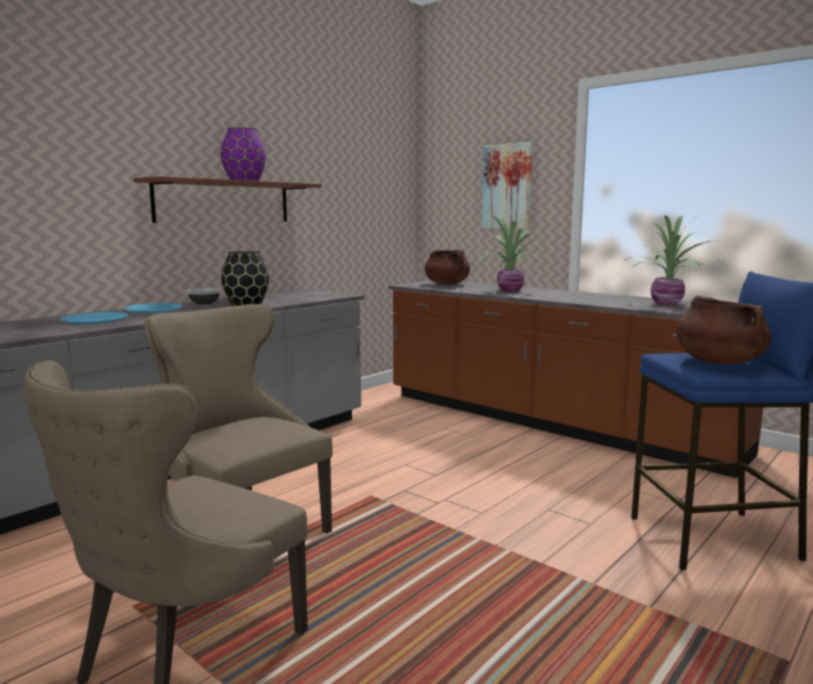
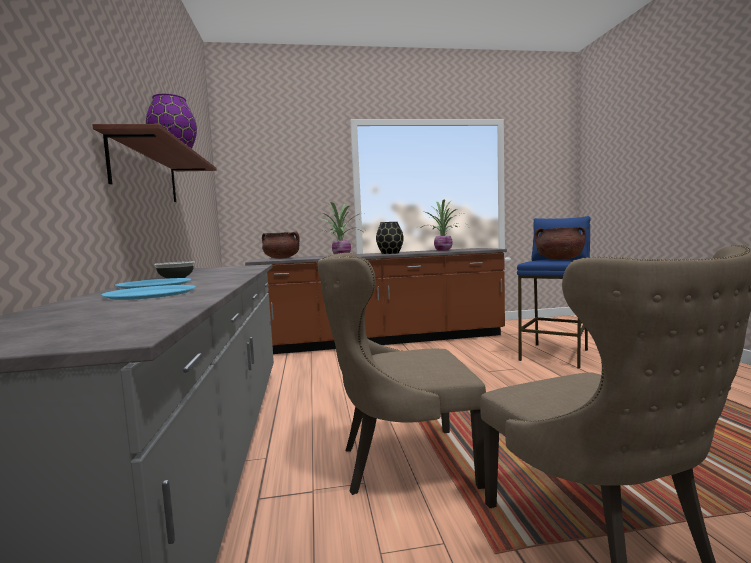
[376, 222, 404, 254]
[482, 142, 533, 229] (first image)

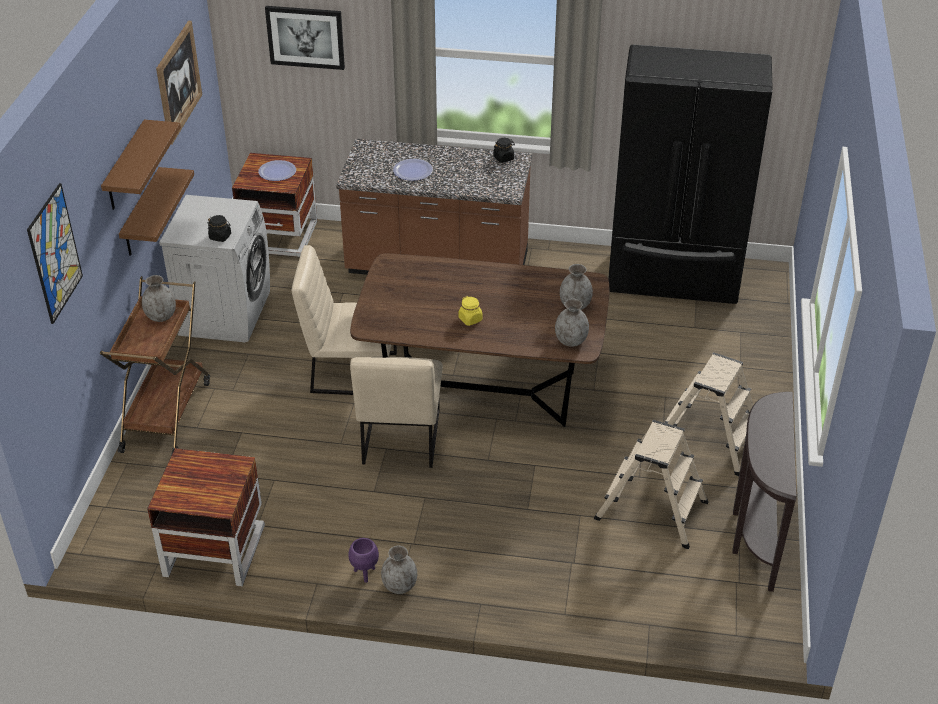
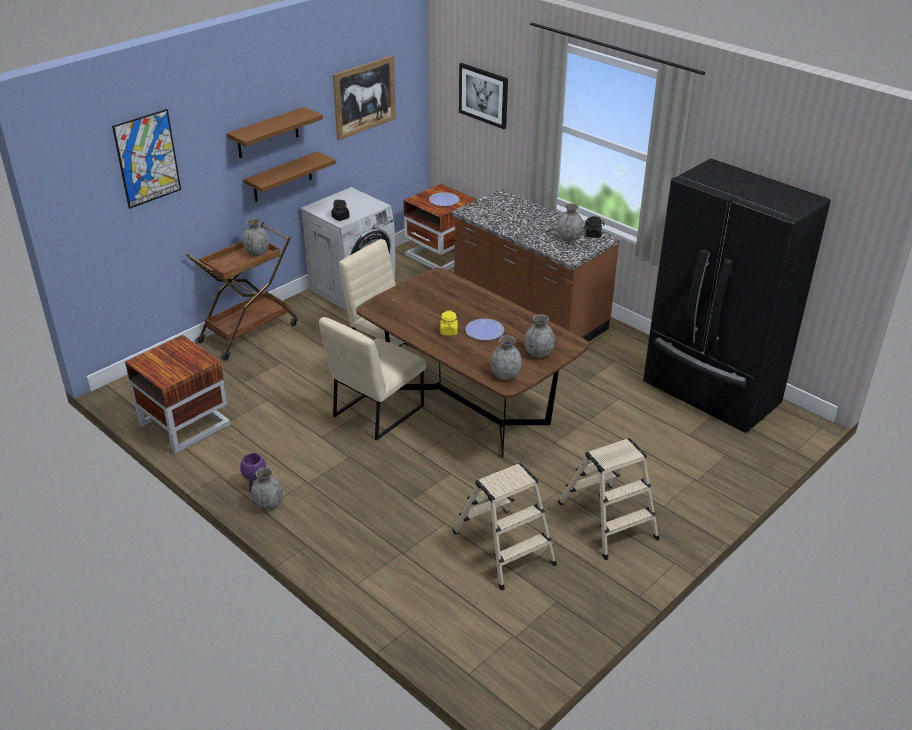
[465, 319, 504, 340]
[557, 203, 583, 242]
[732, 392, 796, 592] (first image)

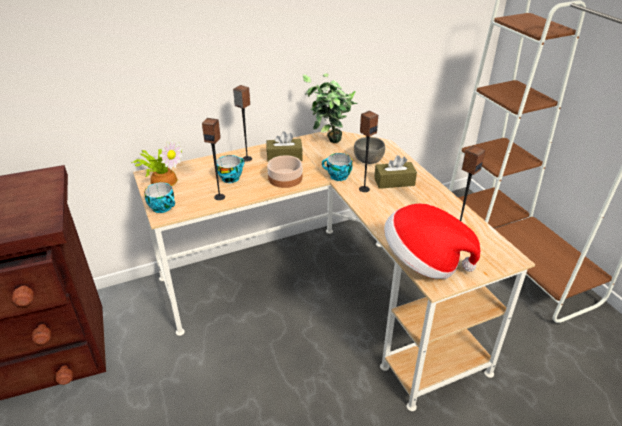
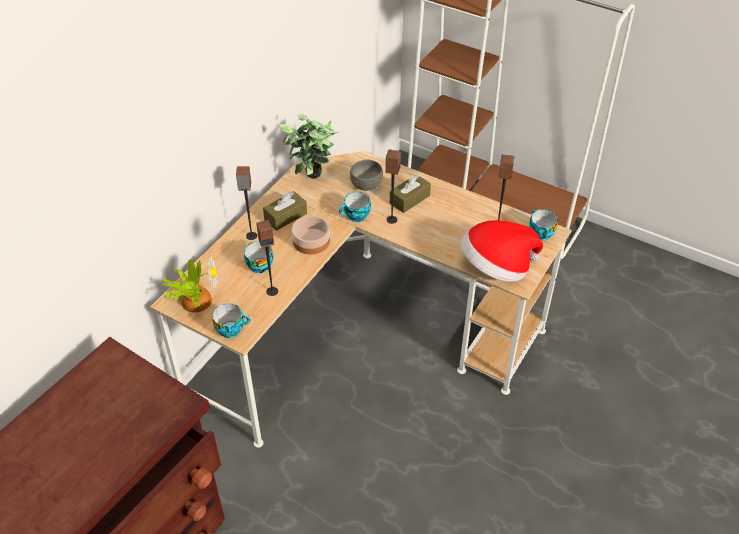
[529, 209, 558, 241]

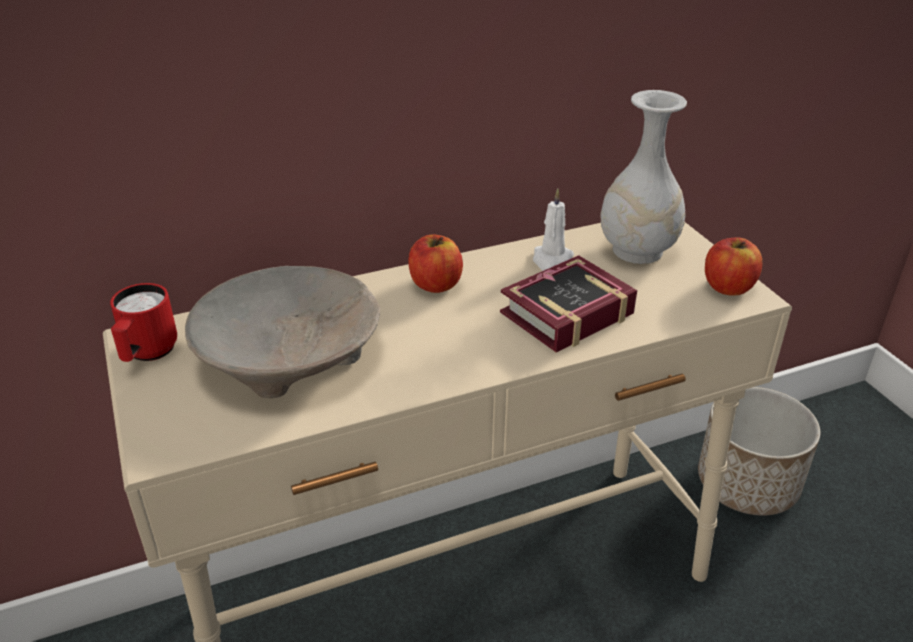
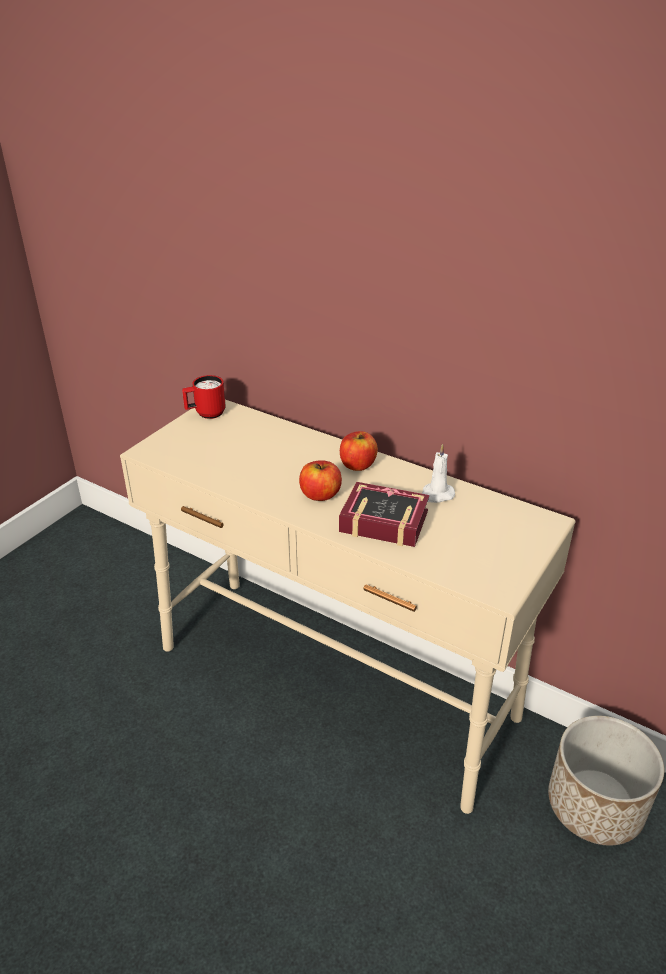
[299, 460, 342, 501]
[185, 266, 380, 398] (first image)
[601, 90, 687, 264] (first image)

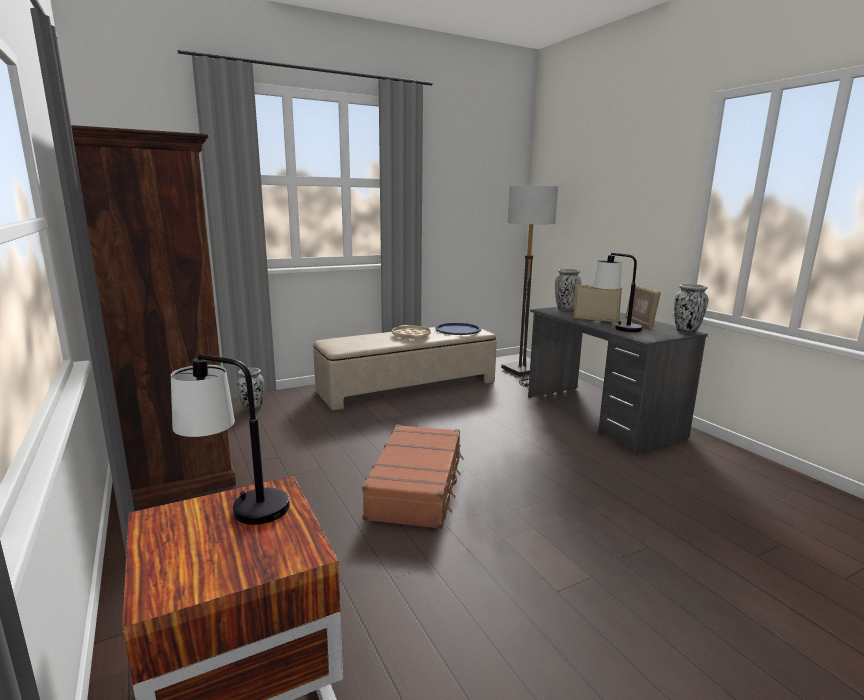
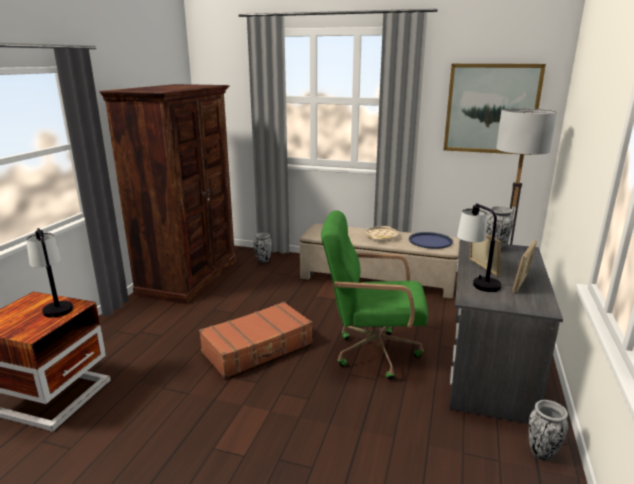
[321, 210, 428, 380]
[444, 64, 546, 155]
[529, 400, 568, 461]

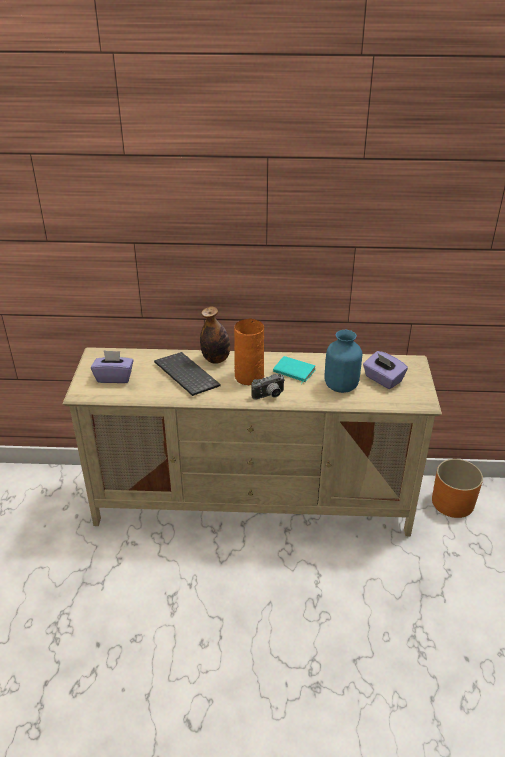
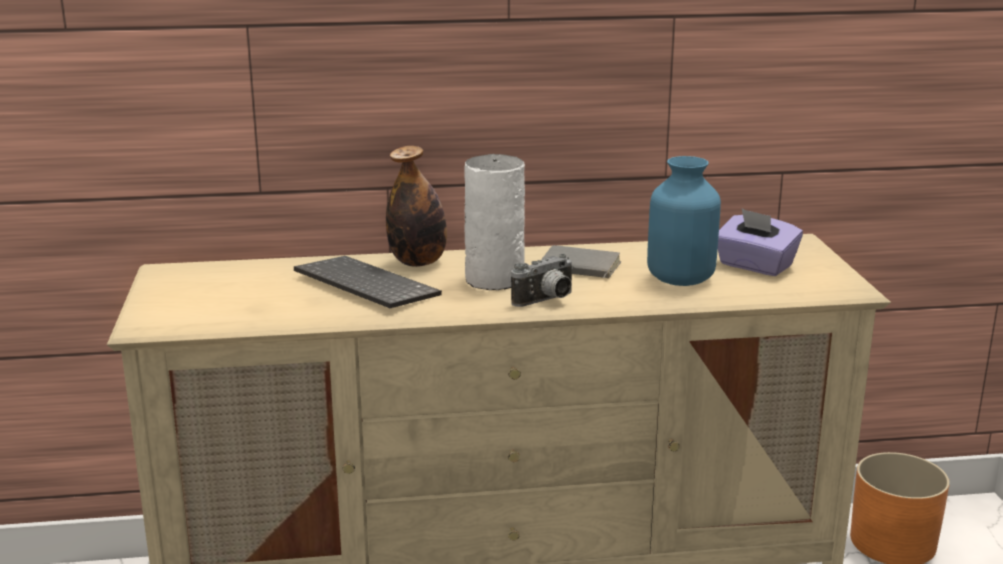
[464, 154, 525, 290]
[540, 245, 621, 278]
[91, 350, 134, 383] (first image)

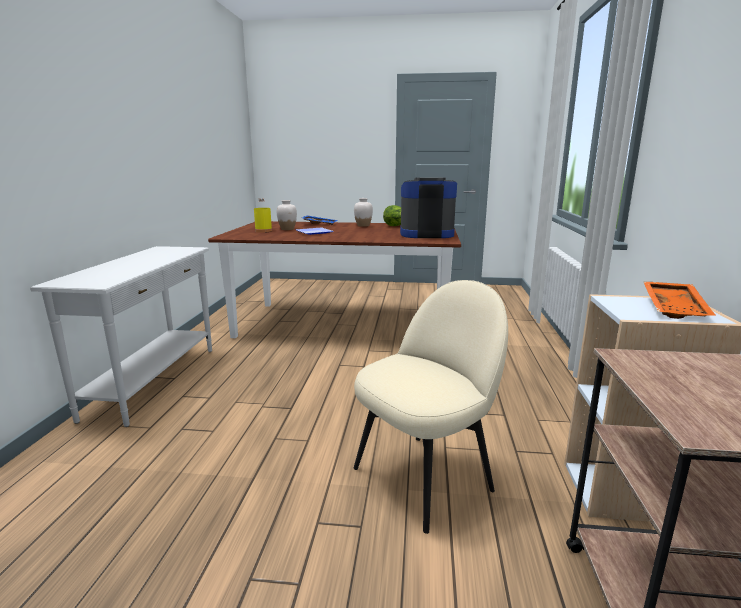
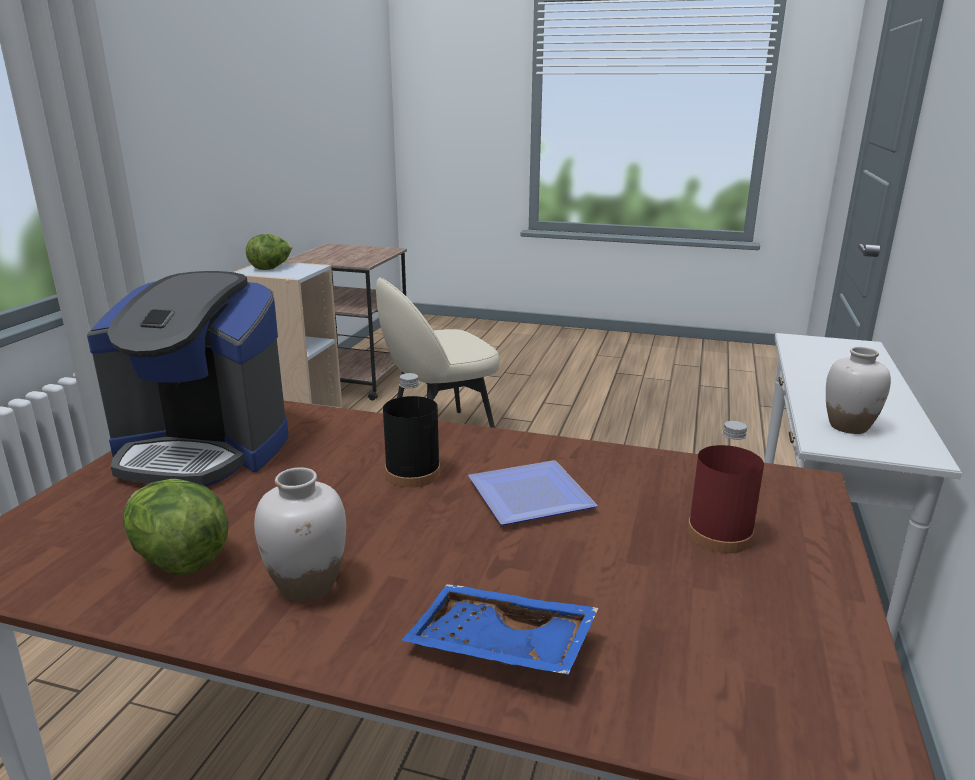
[246, 234, 292, 270]
[383, 373, 440, 488]
[687, 421, 764, 553]
[826, 347, 891, 434]

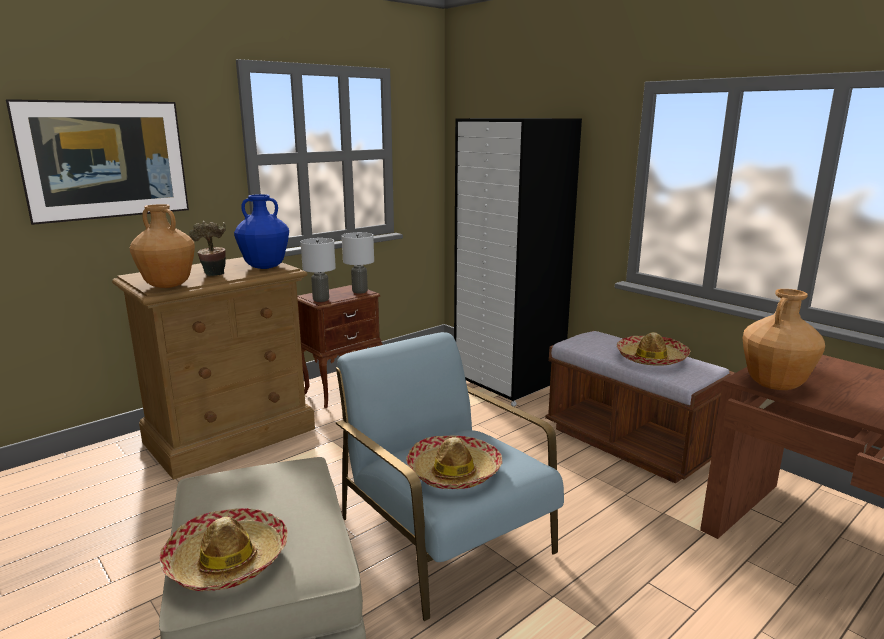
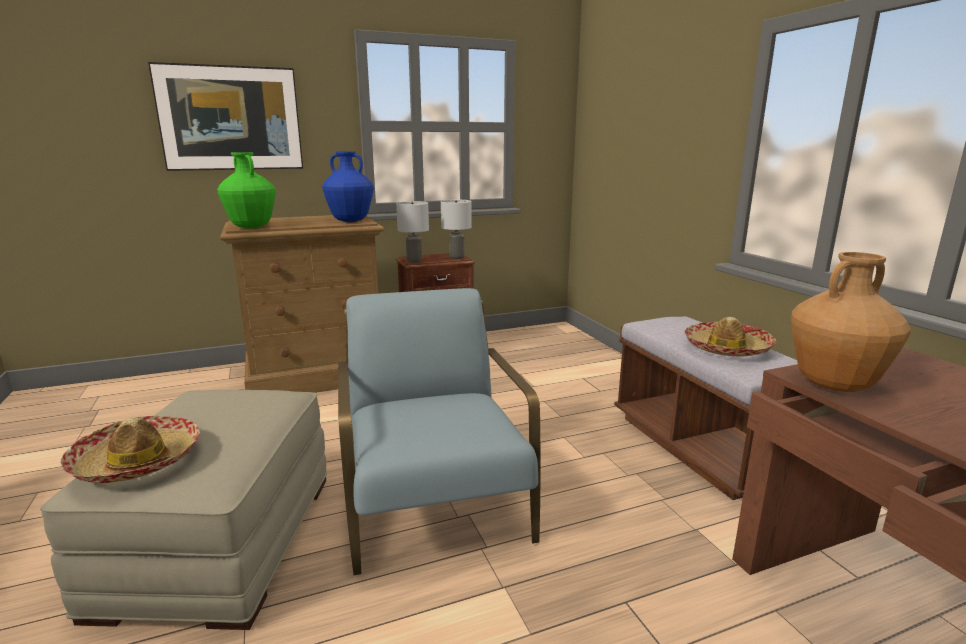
[217, 152, 276, 229]
[189, 221, 226, 276] (first image)
[406, 435, 503, 489] (first image)
[454, 118, 582, 407] (first image)

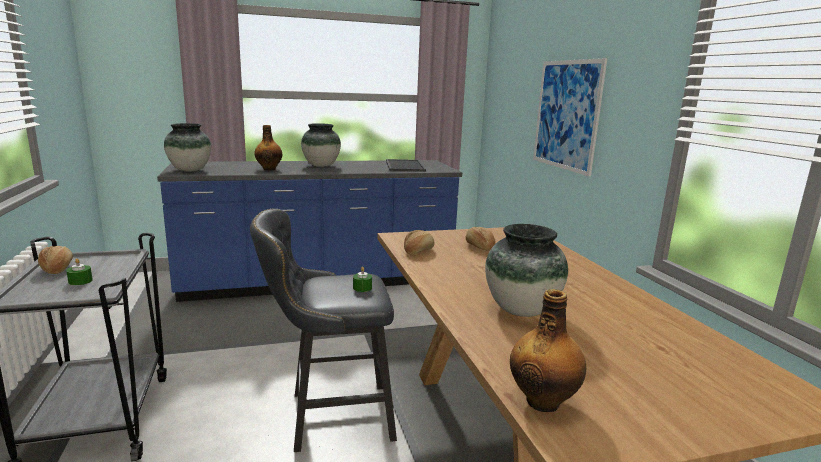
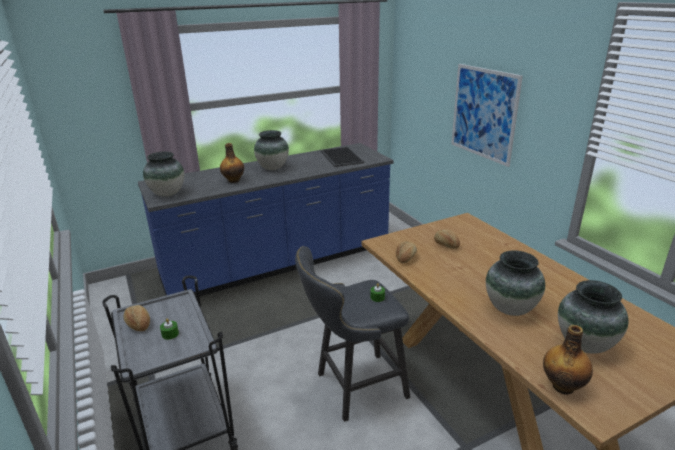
[558, 280, 628, 354]

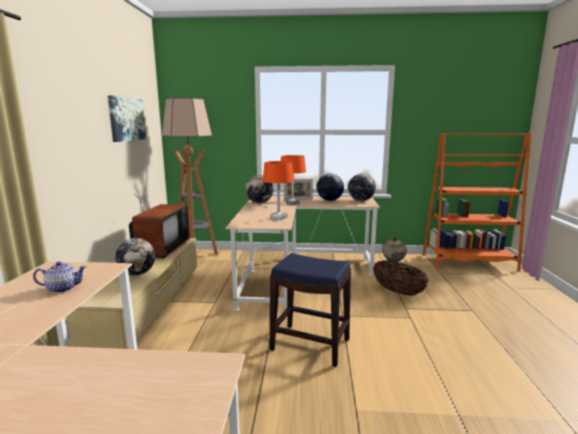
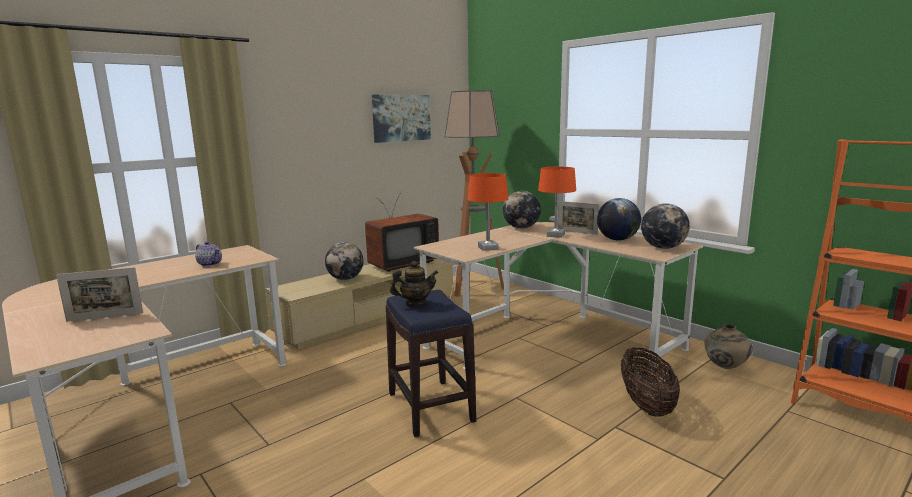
[56, 267, 143, 322]
[390, 261, 438, 306]

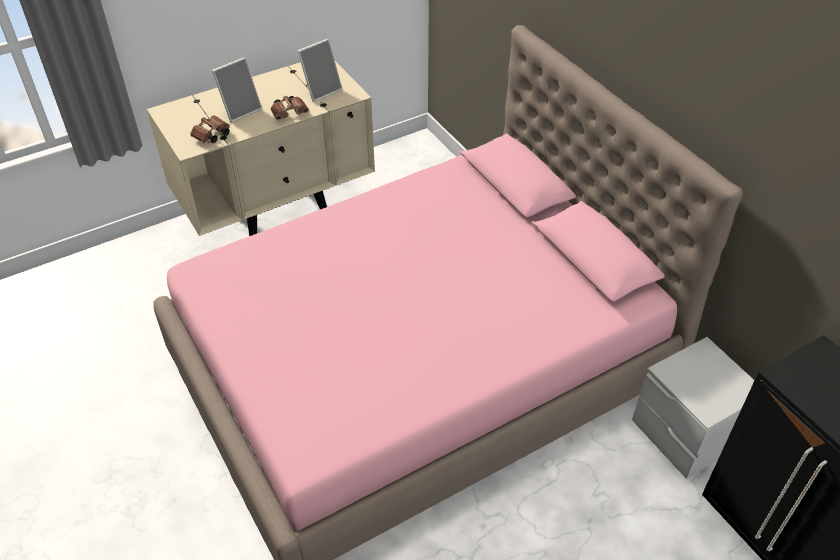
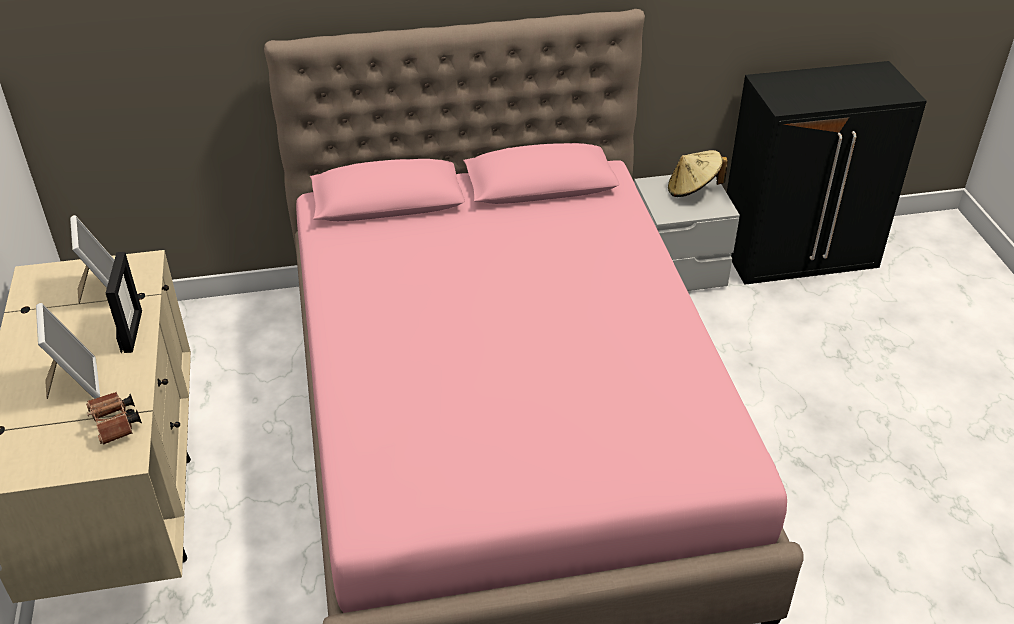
[106, 252, 142, 353]
[668, 150, 728, 197]

